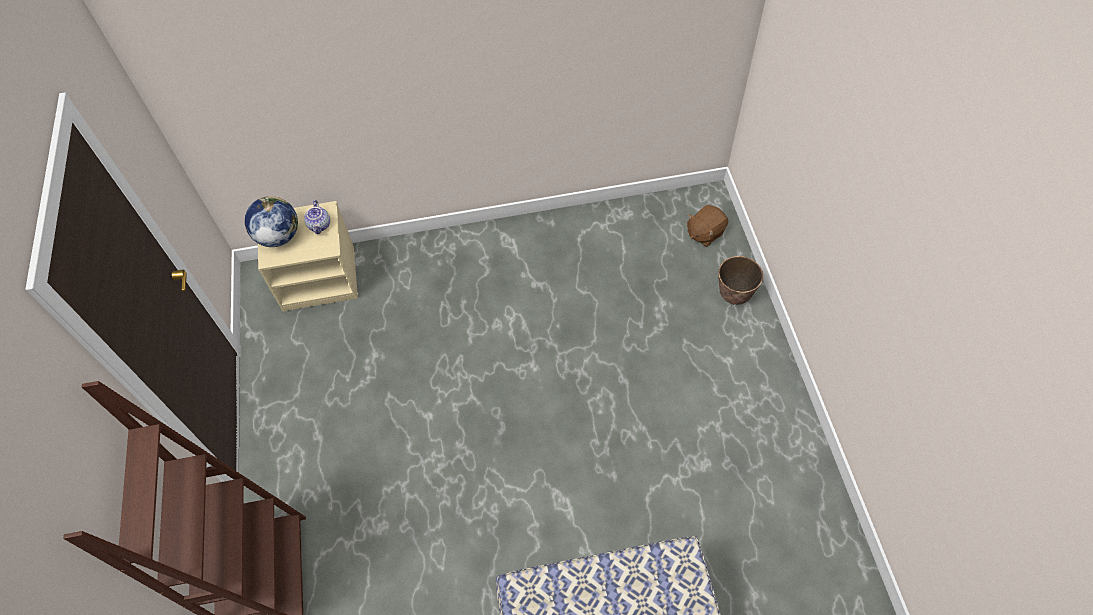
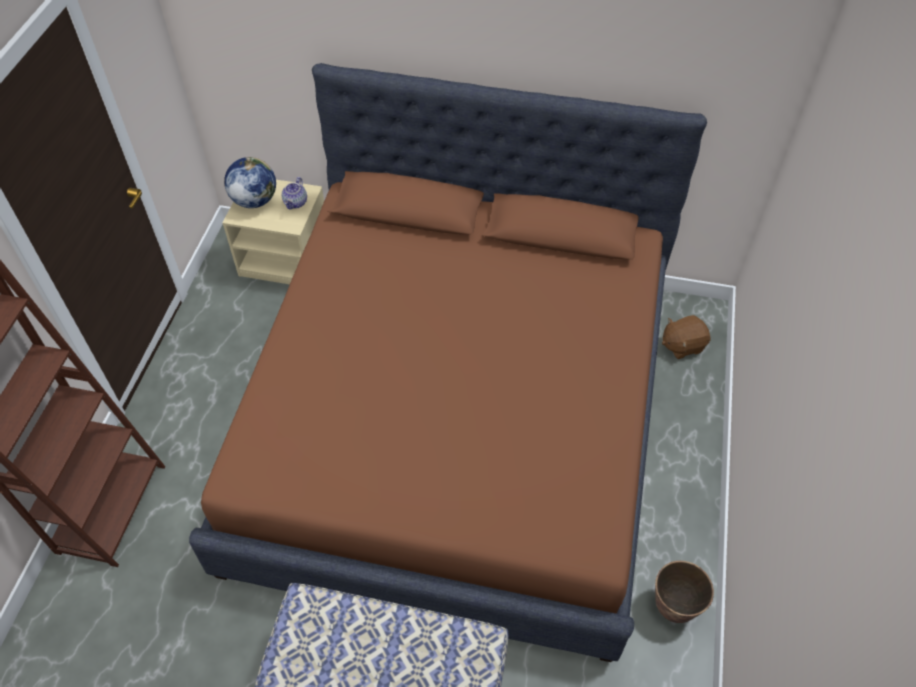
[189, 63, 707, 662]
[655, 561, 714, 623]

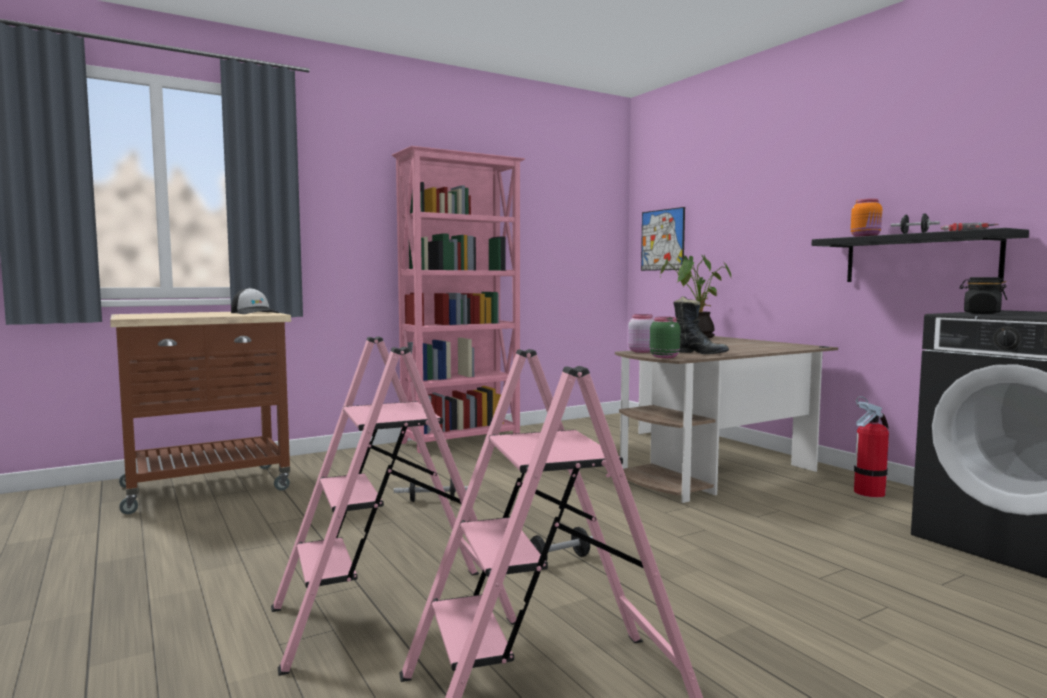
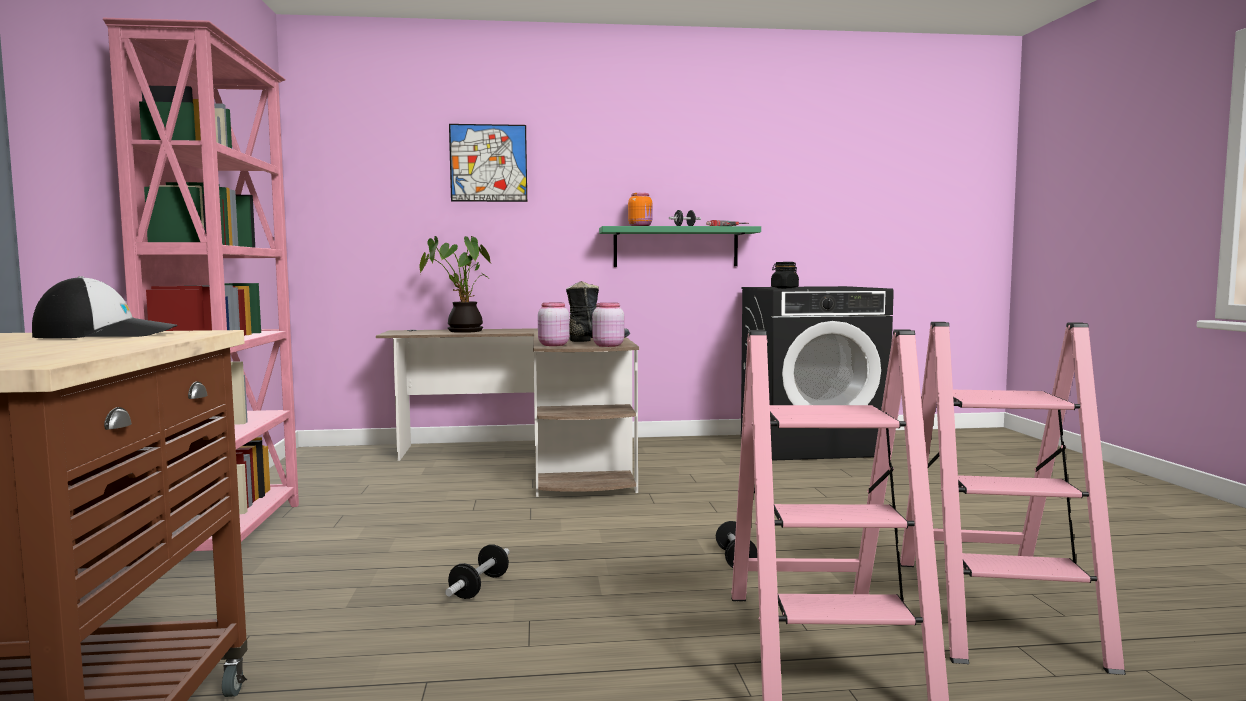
[449, 124, 527, 202]
[592, 303, 624, 347]
[599, 226, 761, 267]
[854, 396, 889, 497] (first image)

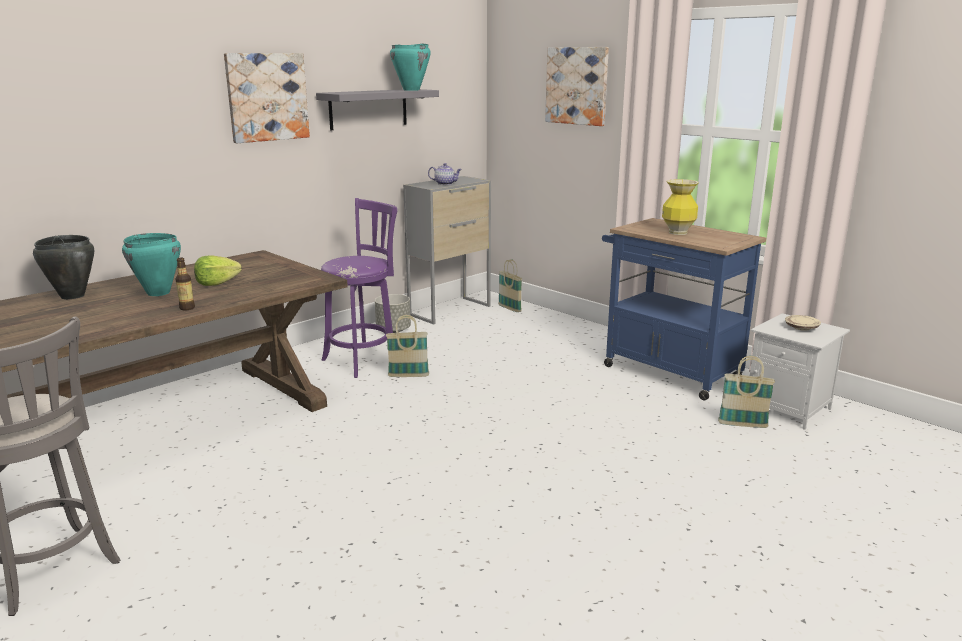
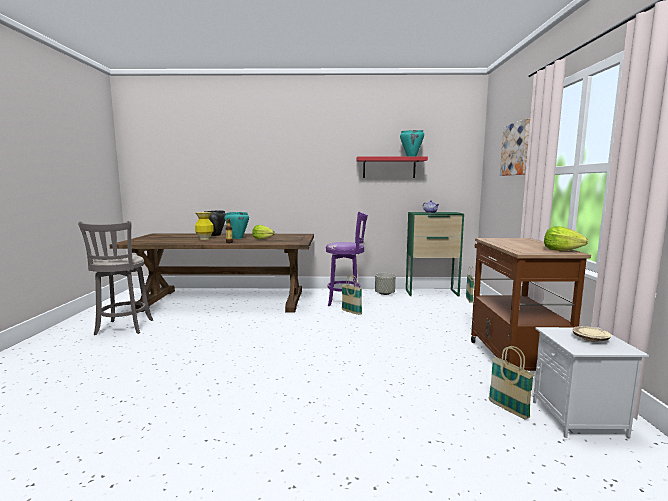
[195, 212, 214, 240]
[356, 156, 428, 178]
[406, 212, 464, 296]
[471, 238, 591, 371]
[544, 227, 588, 251]
[224, 53, 310, 143] (first image)

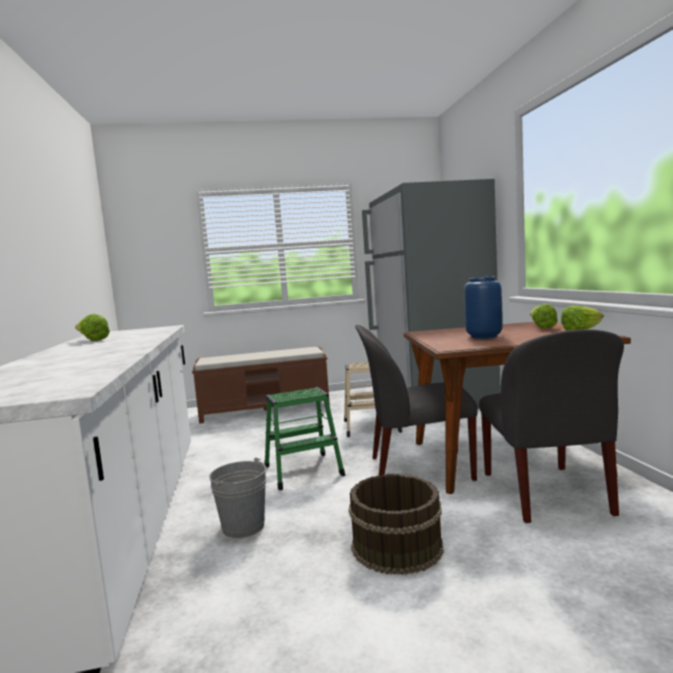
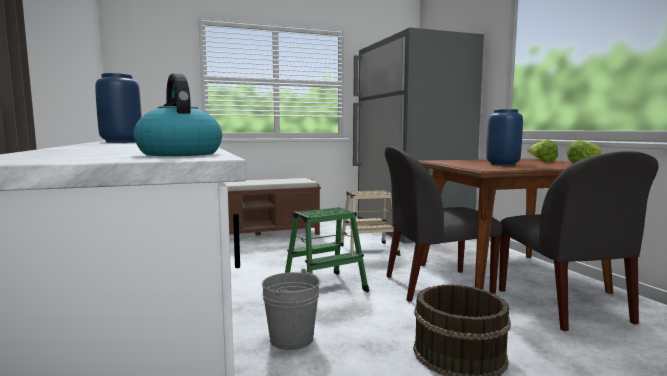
[95, 73, 142, 143]
[134, 73, 222, 156]

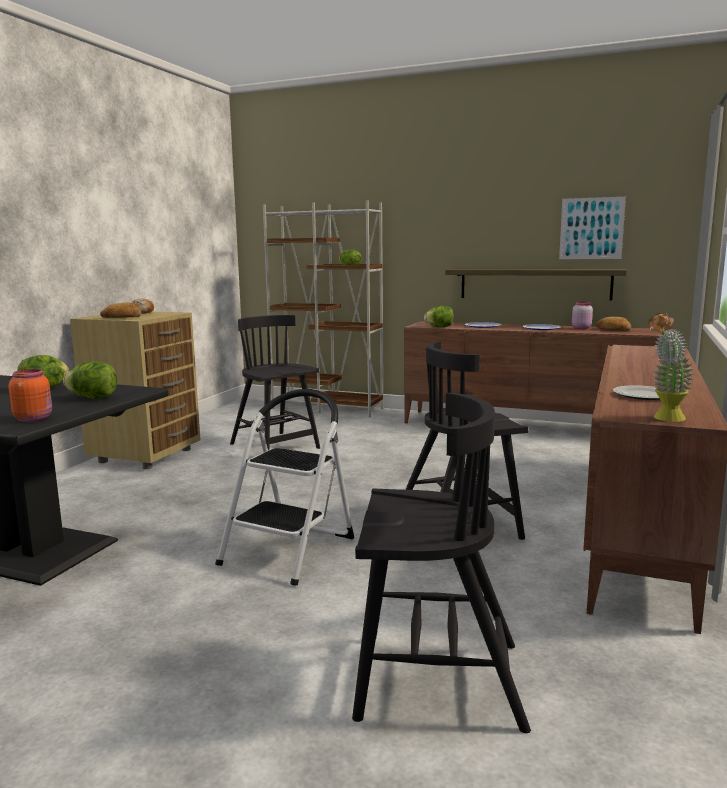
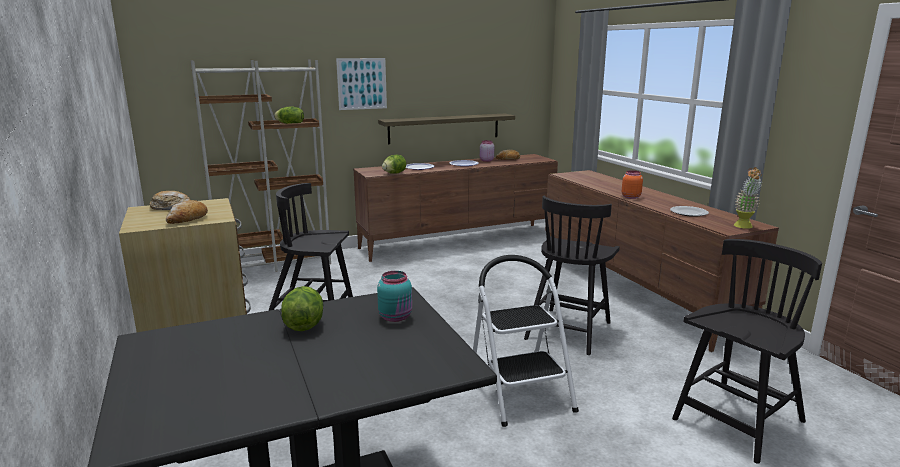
[336, 58, 387, 110]
[377, 271, 412, 322]
[622, 170, 643, 199]

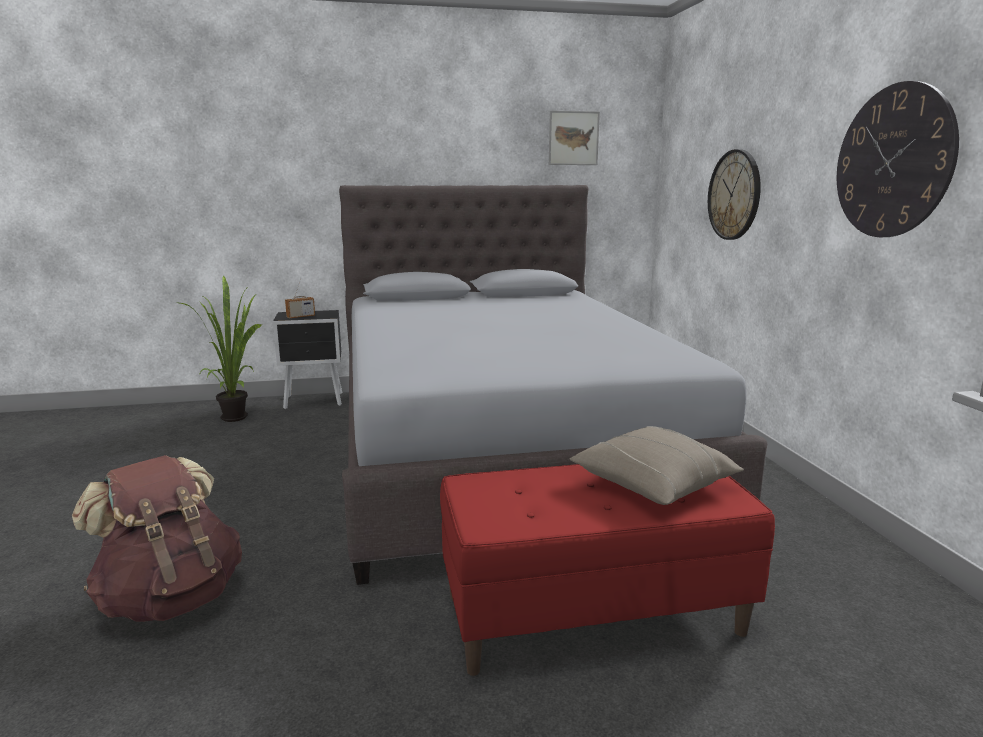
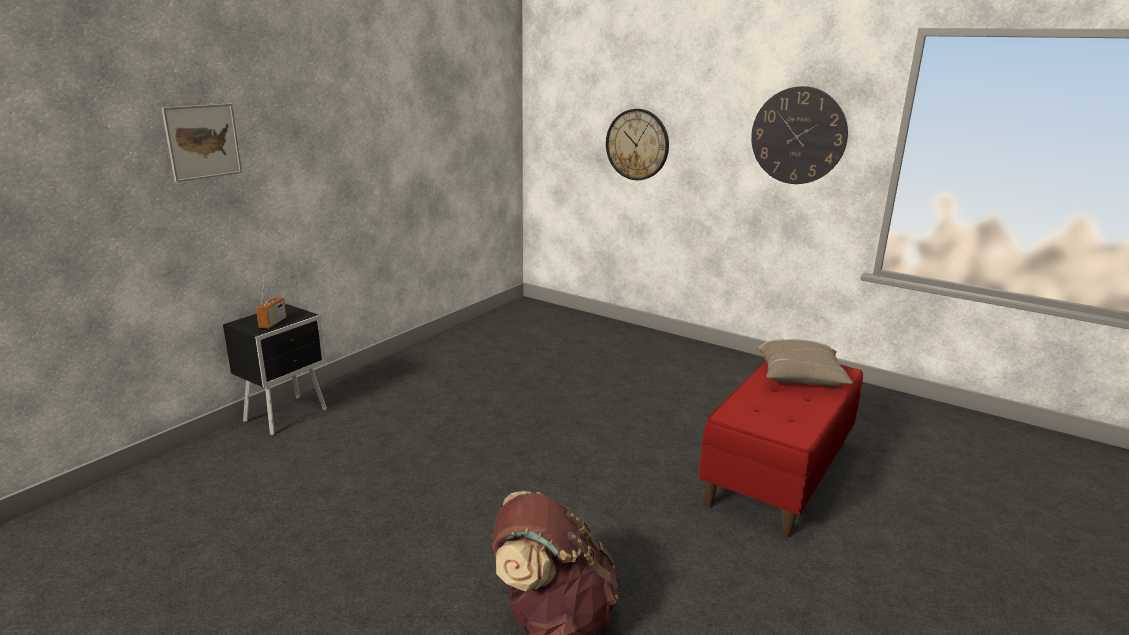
[161, 103, 242, 182]
[176, 275, 262, 422] (first image)
[339, 185, 767, 585] (first image)

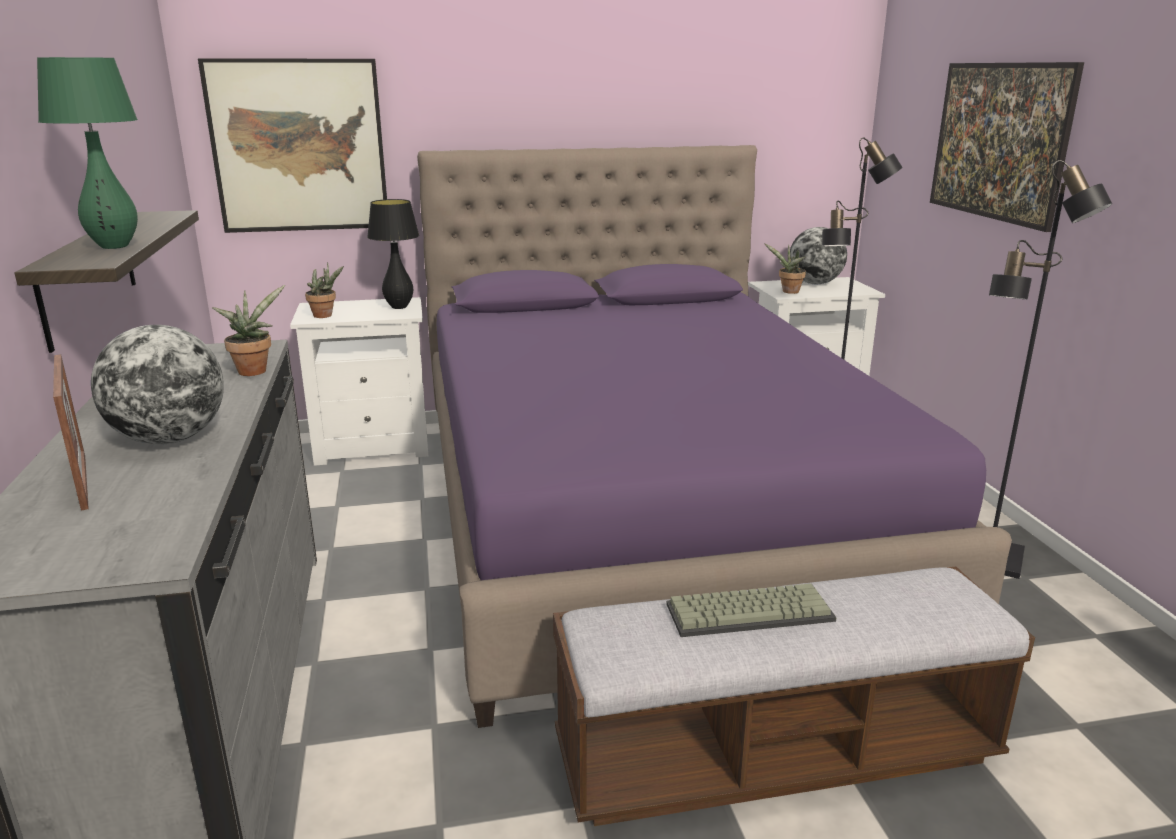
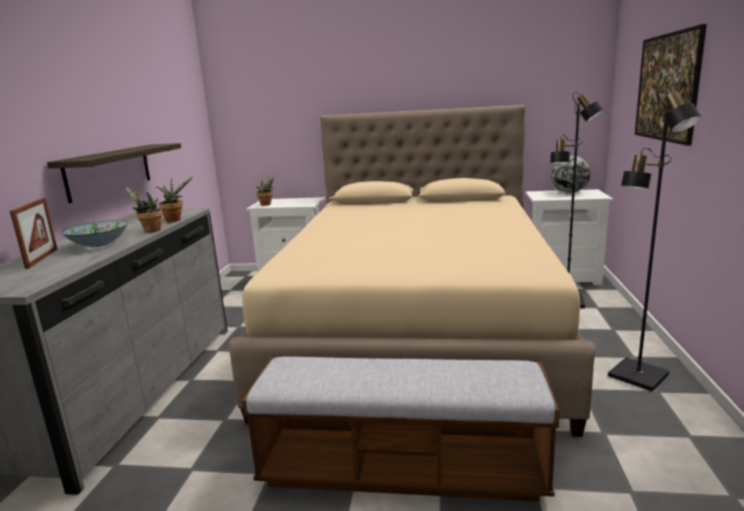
[61, 220, 128, 247]
[125, 186, 163, 233]
[229, 105, 596, 437]
[37, 57, 138, 249] (first image)
[198, 58, 387, 233] (first image)
[367, 199, 419, 309] (first image)
[667, 583, 837, 637] (first image)

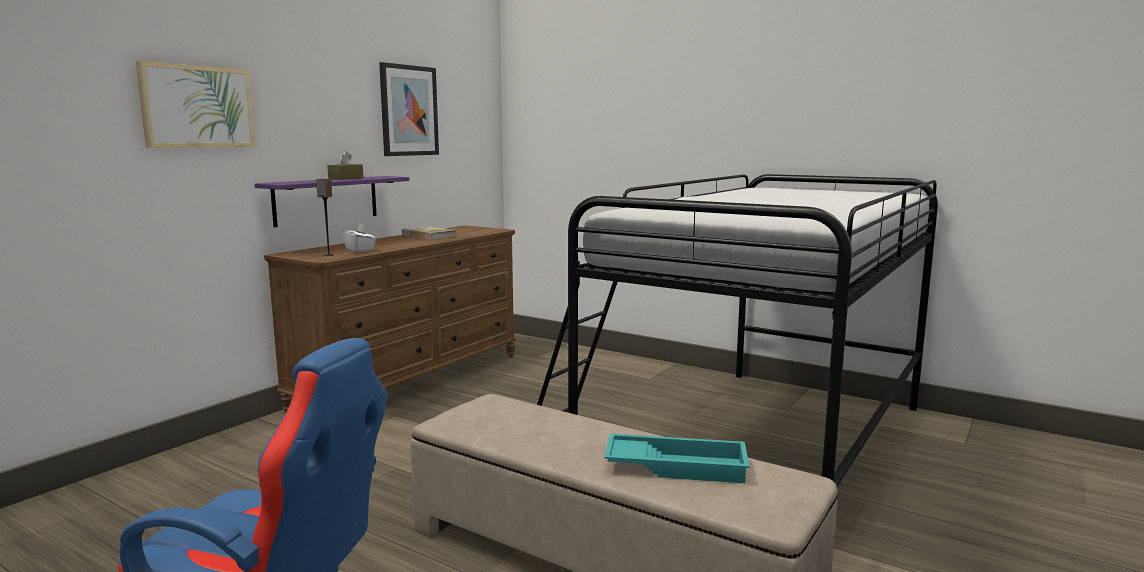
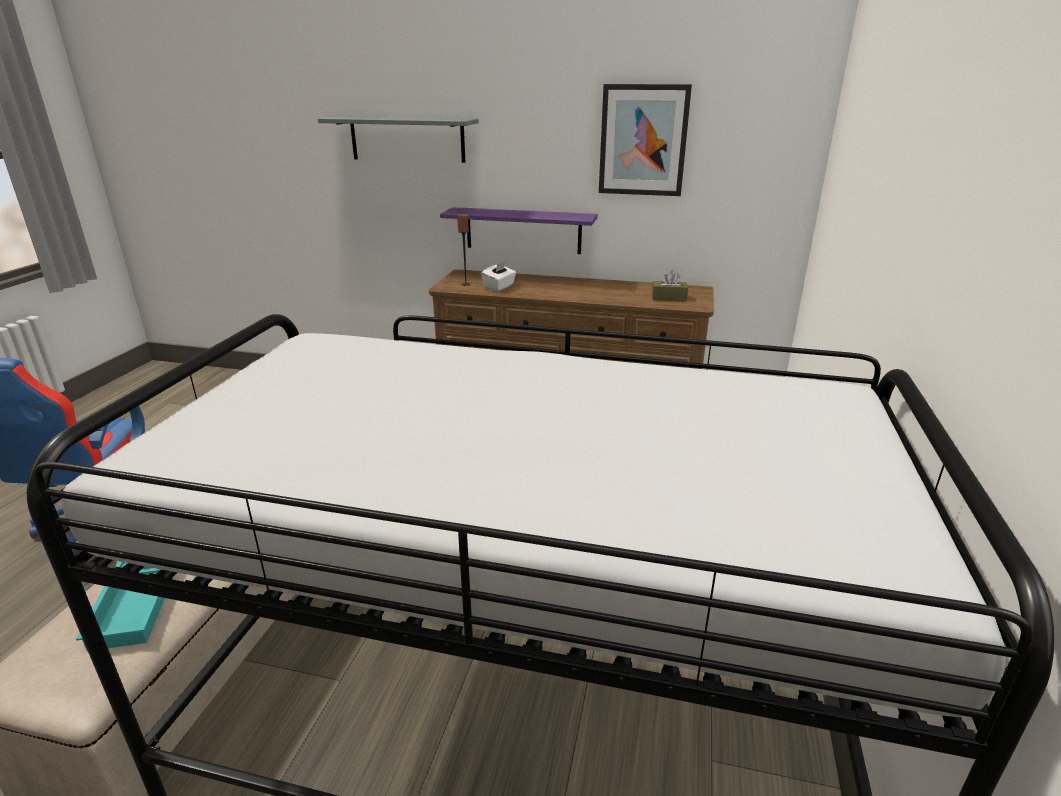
[318, 116, 479, 163]
[652, 270, 688, 301]
[402, 226, 456, 240] (first image)

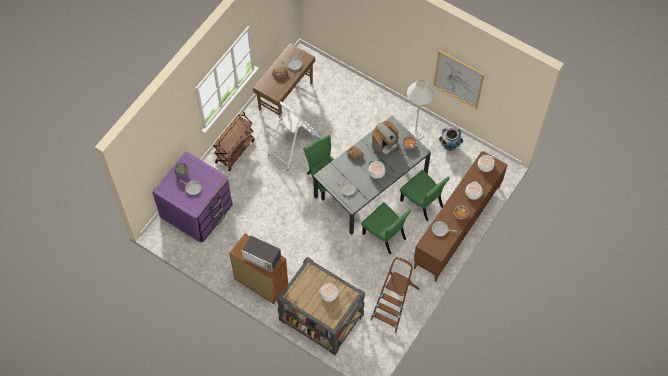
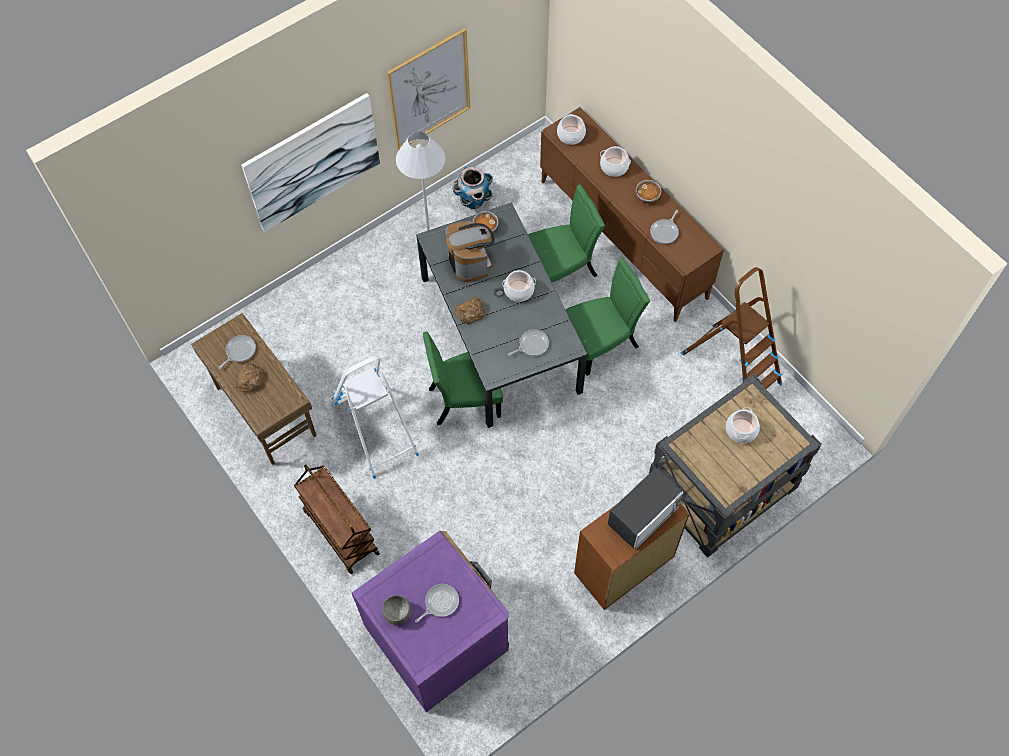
[241, 93, 380, 232]

